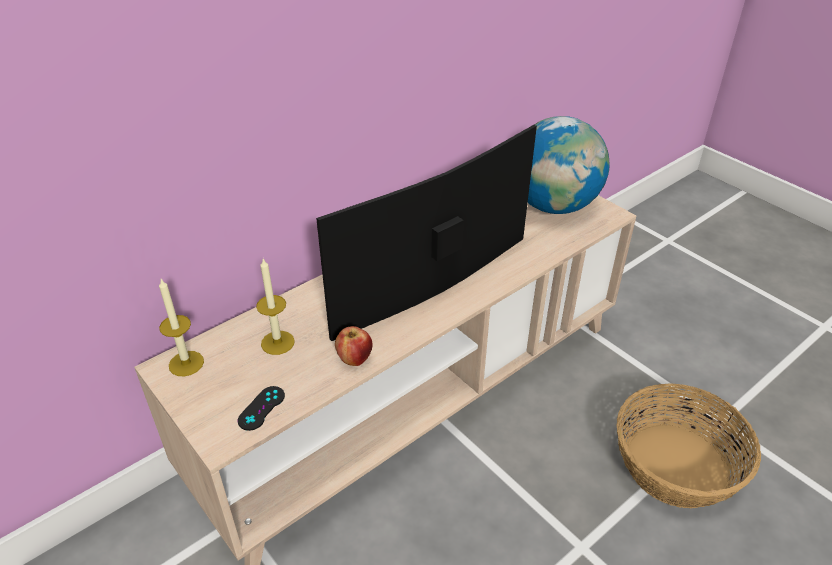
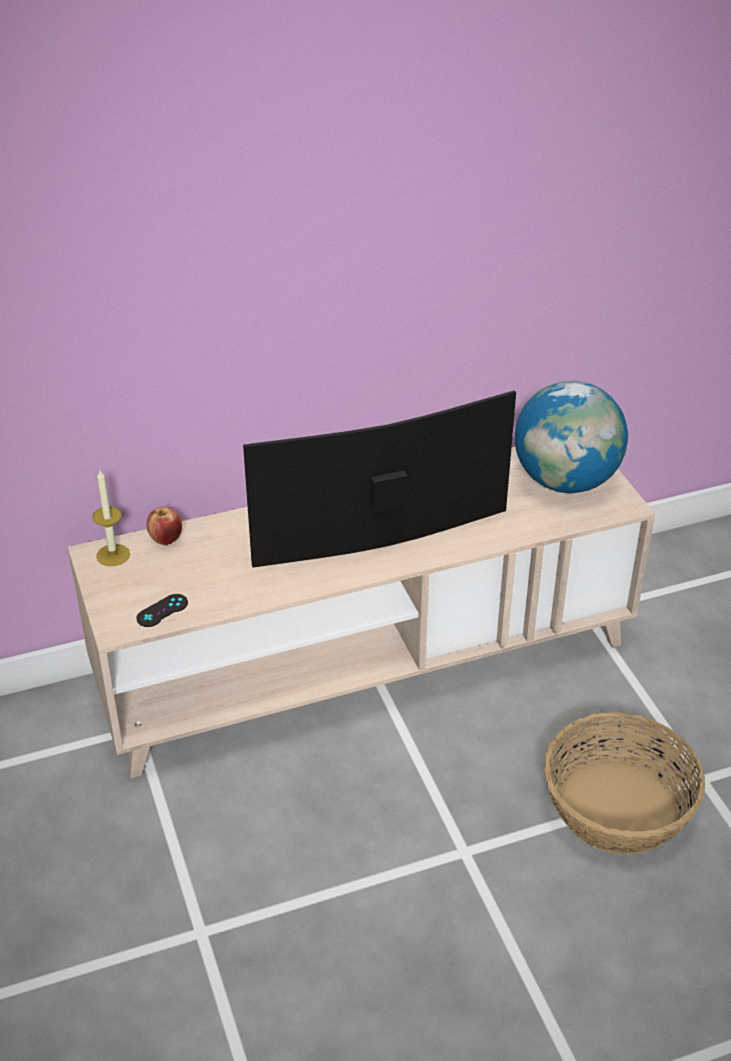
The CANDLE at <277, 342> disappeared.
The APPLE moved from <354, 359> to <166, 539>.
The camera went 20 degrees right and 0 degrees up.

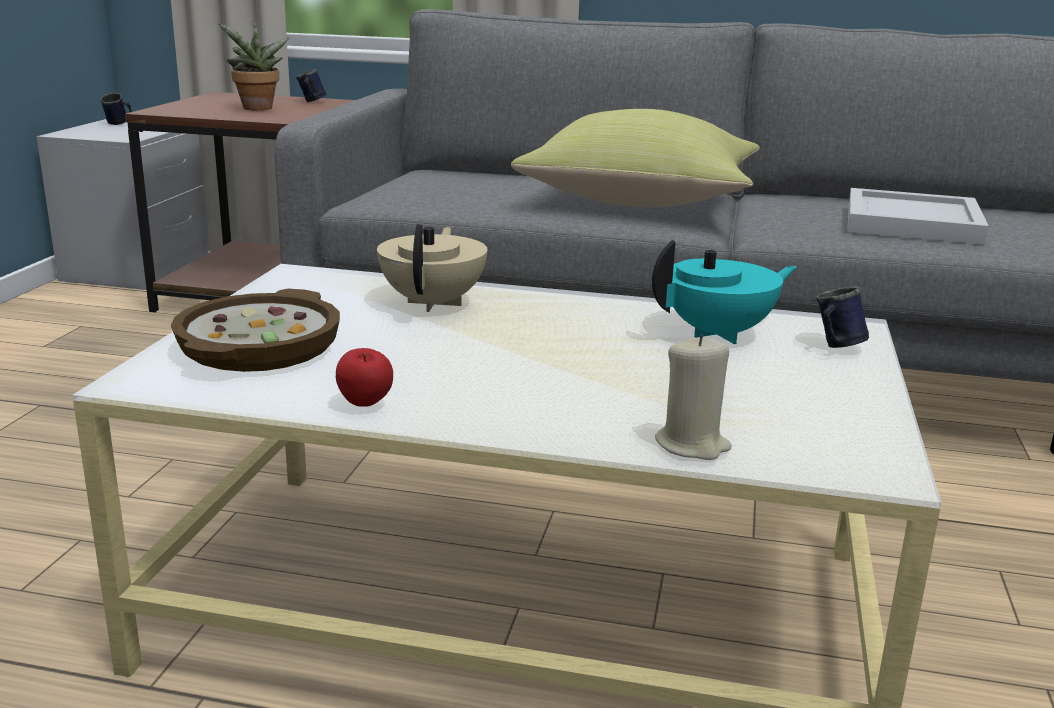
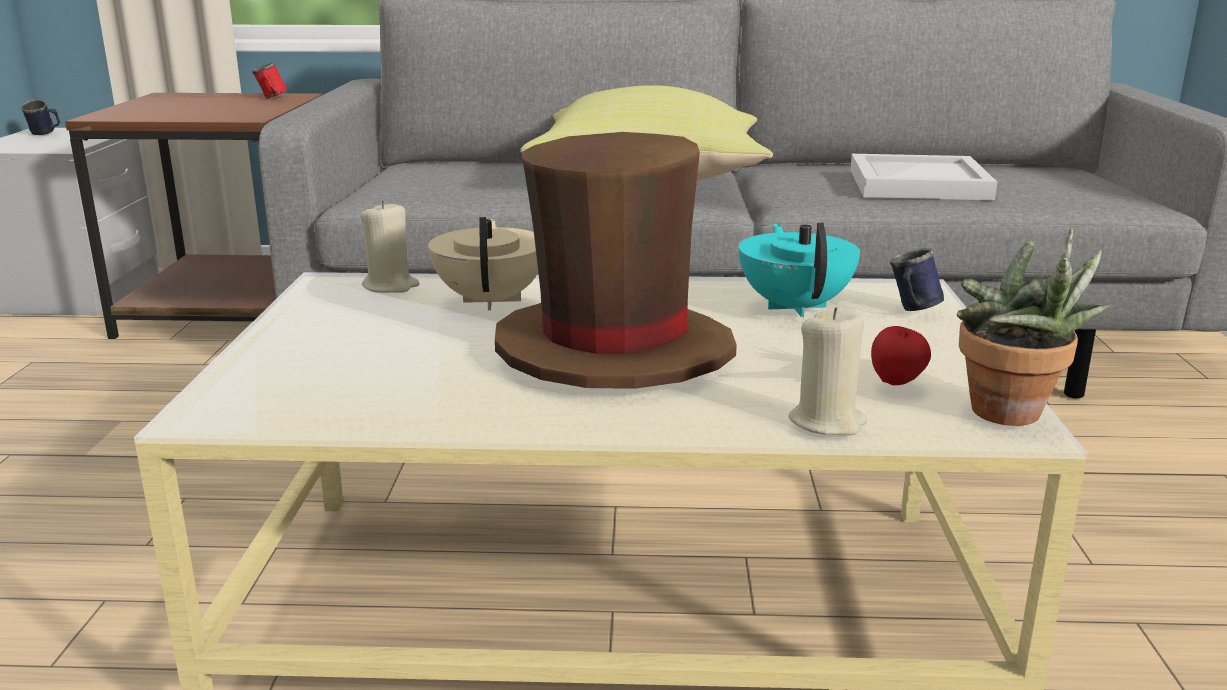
The DEEP DISH at <257, 348> disappeared.
The POTTED PLANT moved from <257, 109> to <1013, 416>.
The BLUE-COLOURED TEA MUG at <311, 102> became the REDDISH TEA MUG at <271, 98>.
The APPLE moved from <365, 405> to <897, 384>.
The TURQUOISE-COLOURED POT FOR TEA at <720, 333> turned 60 degrees counterclockwise.
The BEIGE-COLOURED CANDLE at <390, 286> appeared.
The BROWNISH HAT at <613, 350> appeared.
The camera went 10 degrees left and 0 degrees up.

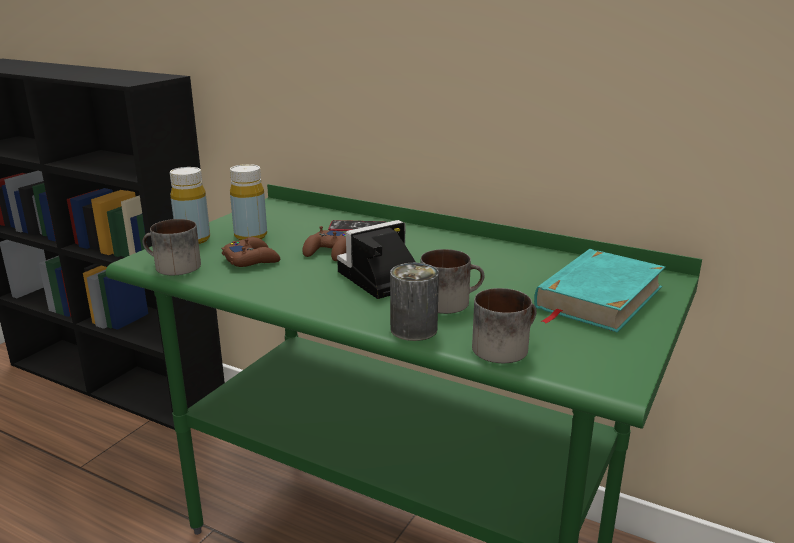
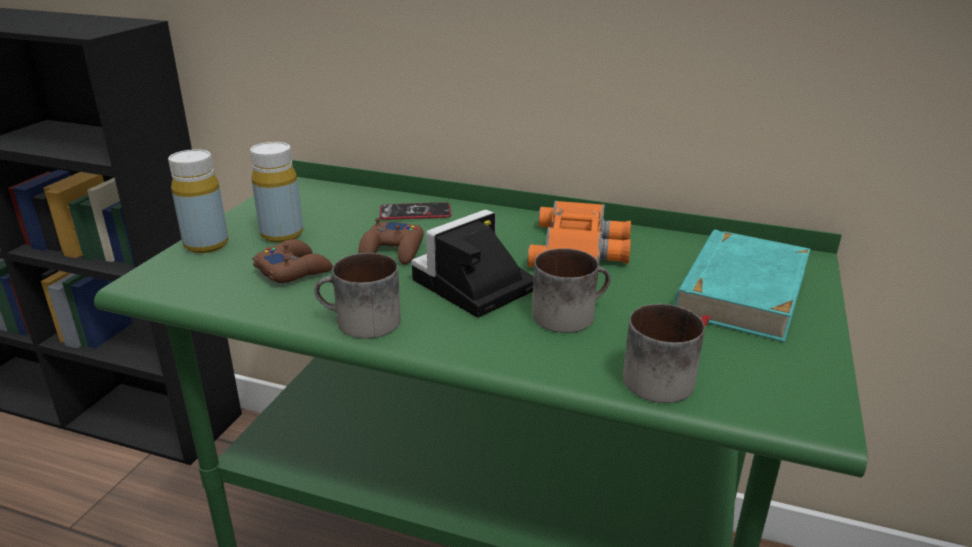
The TEA MUG moved from <171, 267> to <359, 323>.
The METAL CAN at <413, 329> disappeared.
The ORANGE-COLOURED PAIR OF BINOCULARS at <581, 249> appeared.
The camera went 10 degrees left and 5 degrees up.

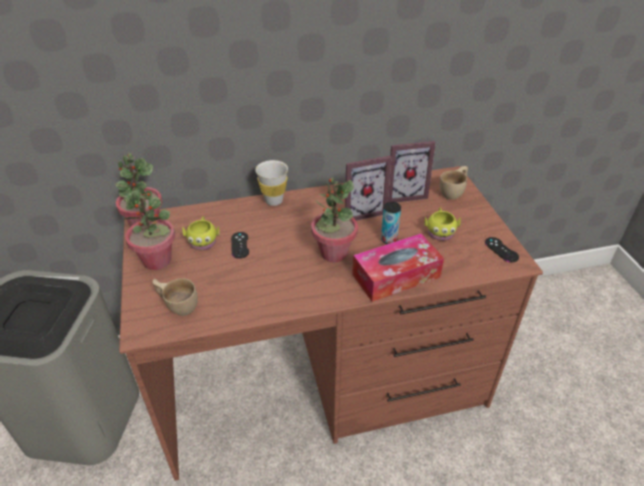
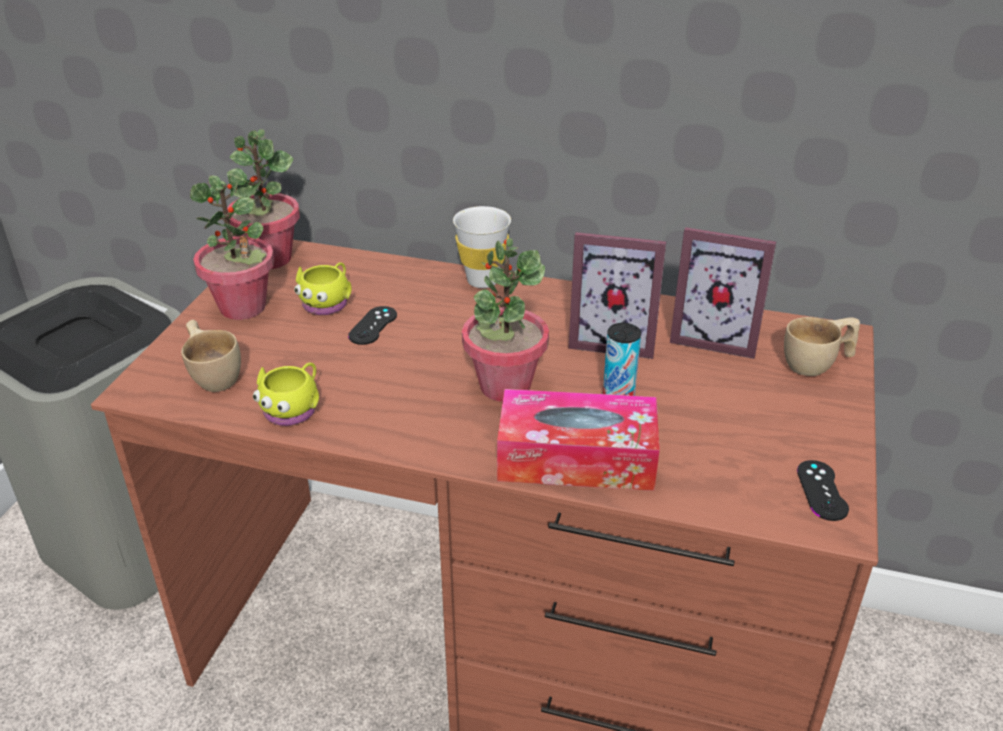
The YELLOW TEA MUG moved from <440, 231> to <293, 408>.
The camera went 30 degrees right and 5 degrees down.

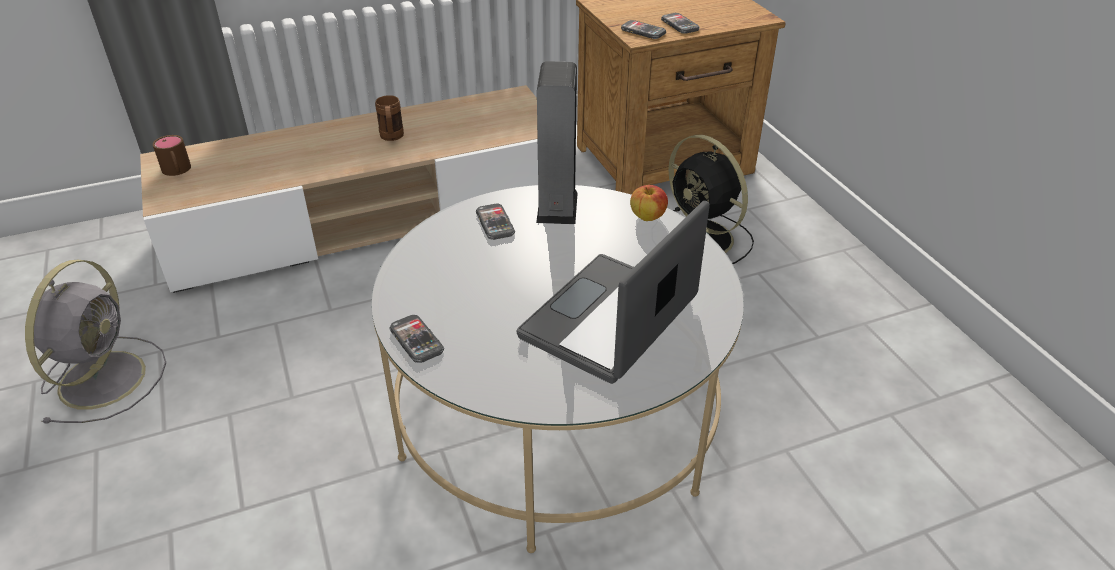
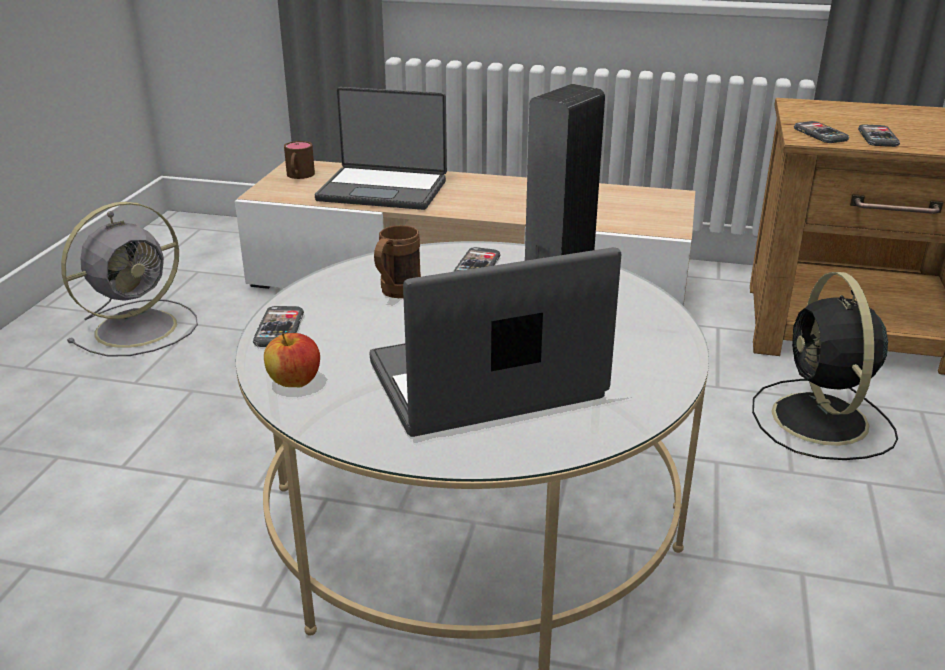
The BROWNISH TEA MUG moved from <391, 138> to <395, 294>.
The APPLE moved from <648, 217> to <294, 382>.
The PORTABLE COMPUTER at <383, 190> appeared.
The camera went 35 degrees right and 10 degrees down.

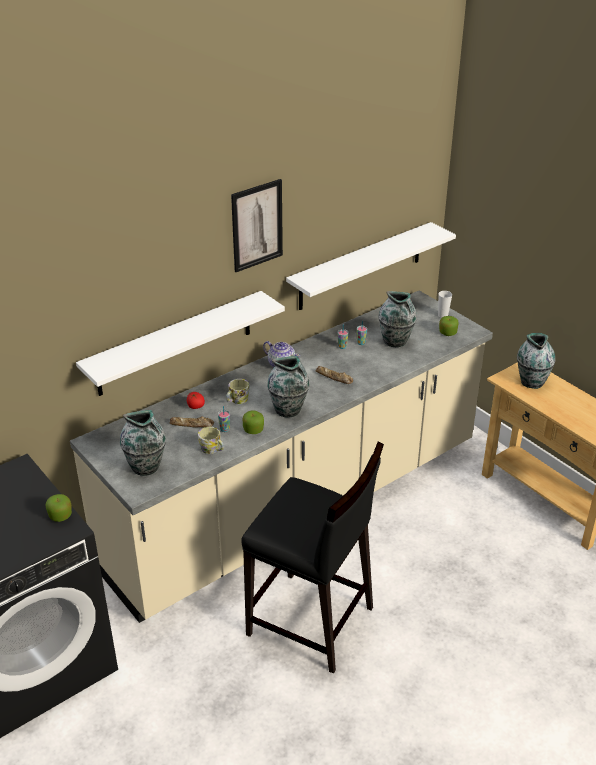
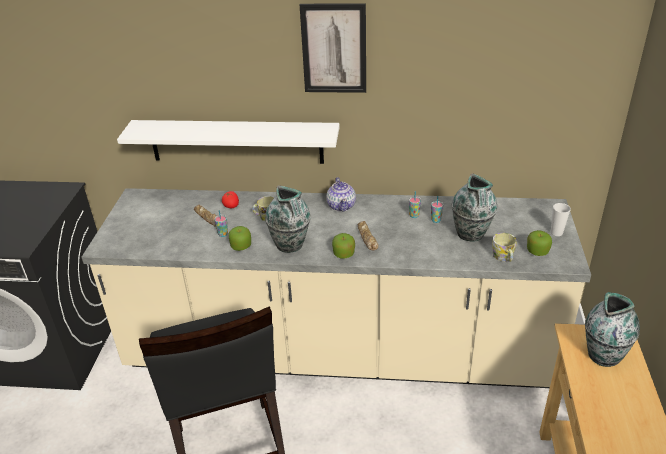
The APPLE moved from <60, 516> to <343, 254>.
The FLOWER VASE at <146, 467> disappeared.
The TEA MUG moved from <212, 449> to <504, 257>.
The WHITE-COLOURED WALL SHELF at <361, 266> disappeared.
The camera went 45 degrees right and 0 degrees up.

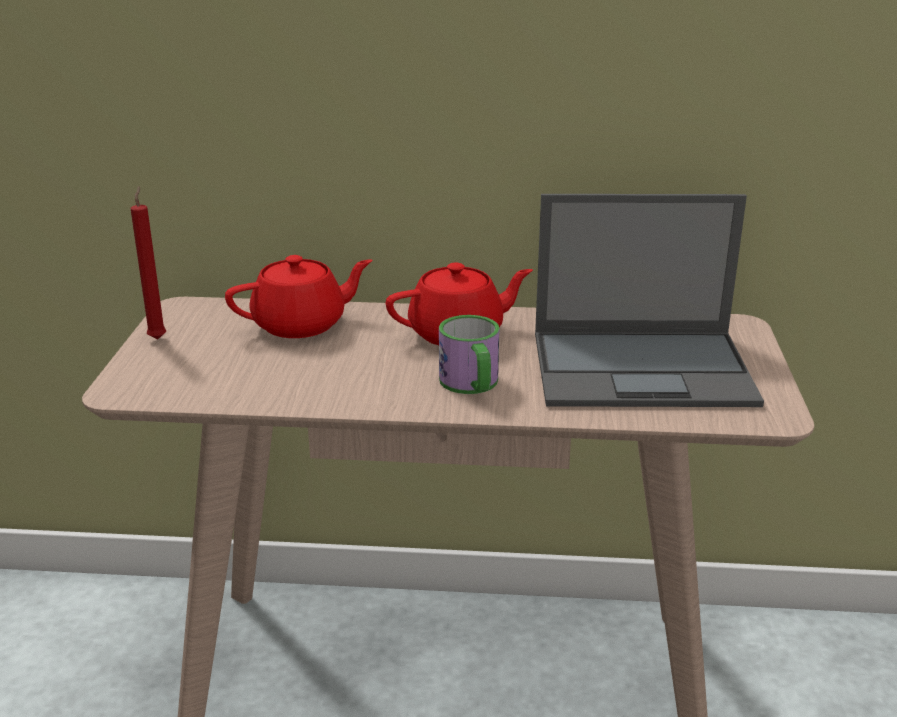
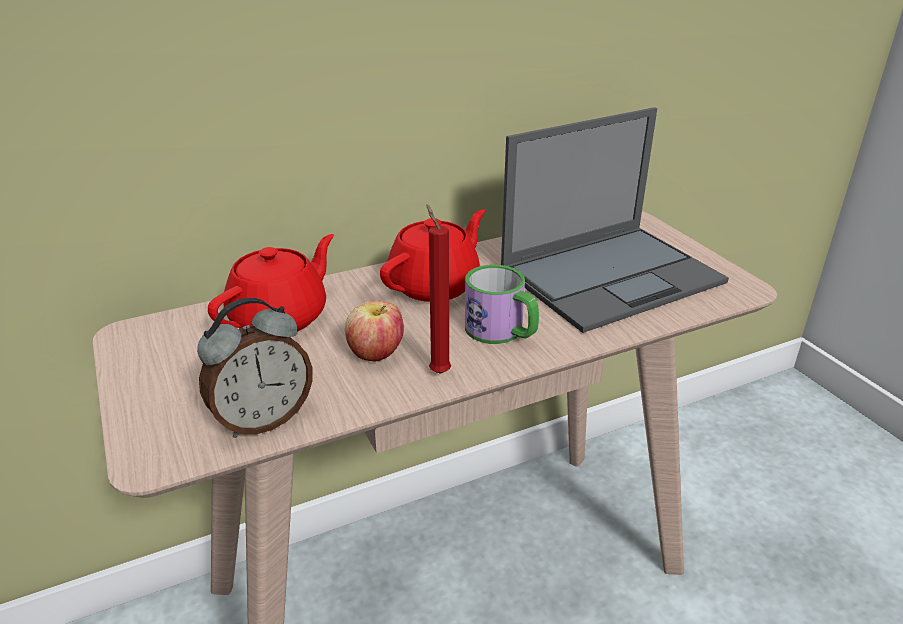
The REDDISH CANDLE moved from <158, 338> to <438, 371>.
The ALARM CLOCK at <263, 419> appeared.
The APPLE at <376, 354> appeared.
The camera went 30 degrees left and 5 degrees up.

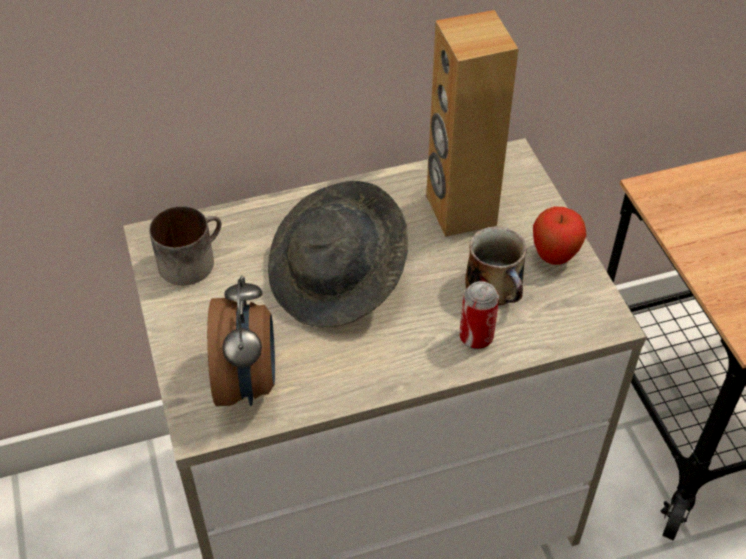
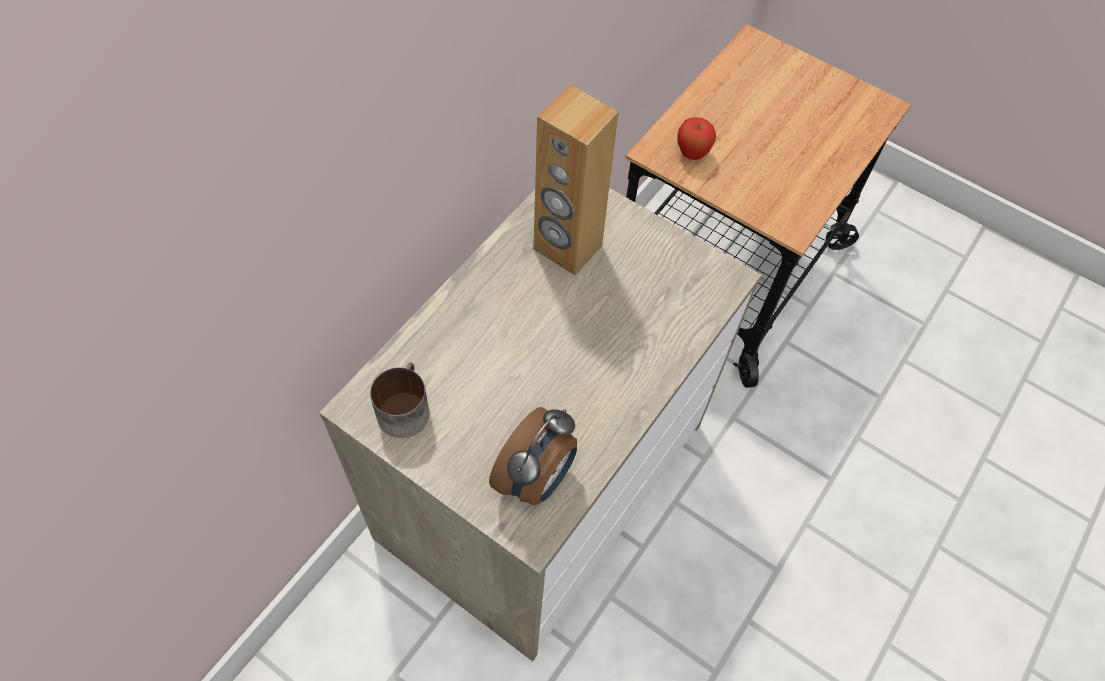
The ALARM CLOCK at <248, 382> turned 75 degrees clockwise.
The GRAY HAT at <338, 279> disappeared.
The METAL CAN at <476, 337> disappeared.
The TEA MUG at <496, 287> disappeared.
The APPLE moved from <554, 256> to <692, 154>.
The camera went 40 degrees left and 10 degrees up.

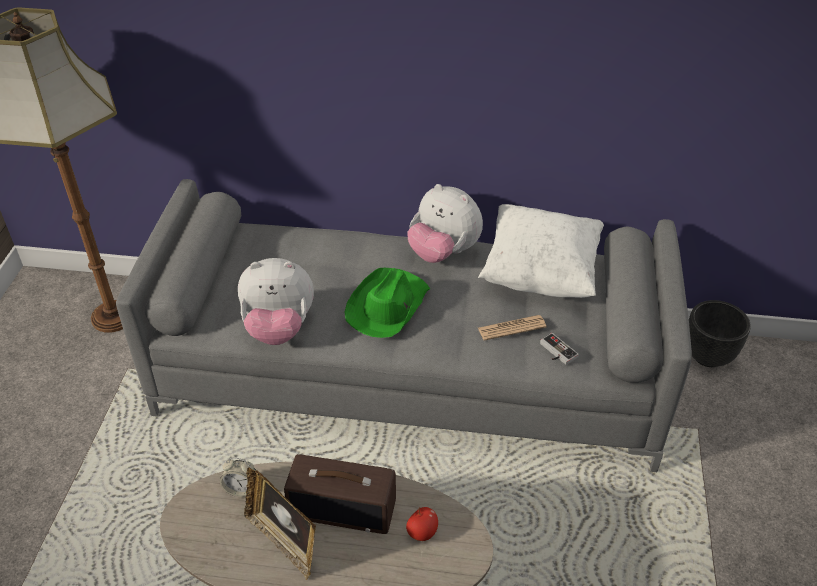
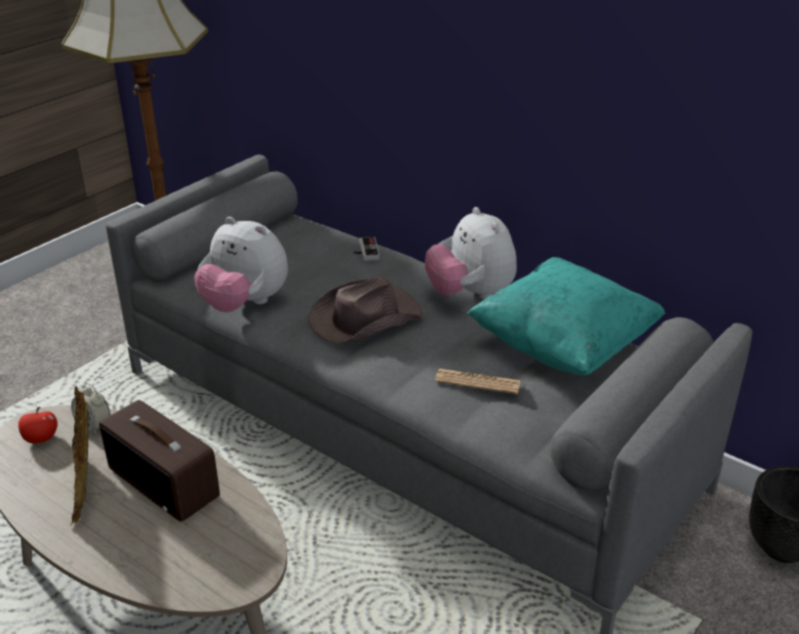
The GREEN HAT at <387, 305> became the BROWNISH HAT at <364, 318>.
The APPLE moved from <422, 532> to <41, 439>.
The WHITE-COLOURED CUSHION at <540, 273> became the TURQUOISE-COLOURED CUSHION at <563, 346>.
The GAME CONTROLLER moved from <555, 352> to <365, 251>.
The camera went 30 degrees right and 10 degrees down.

